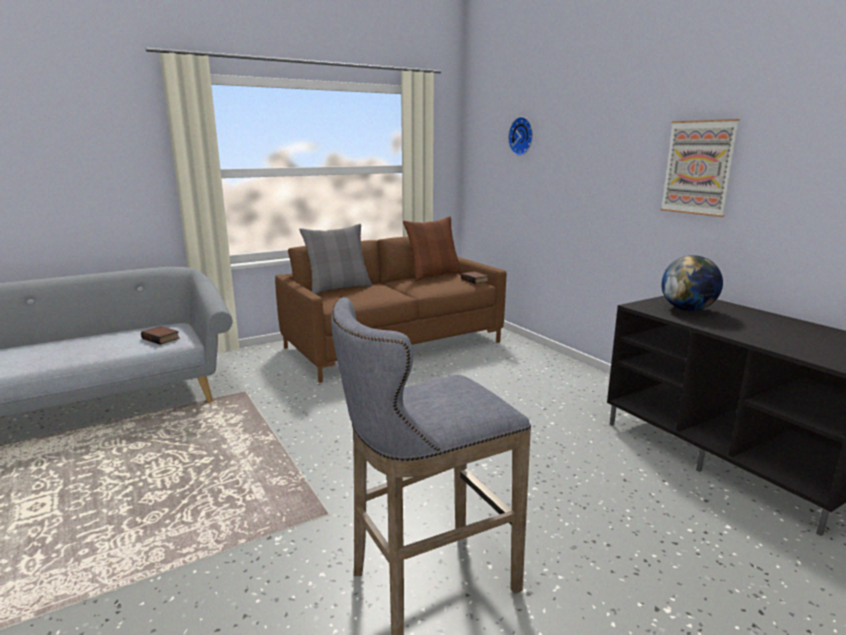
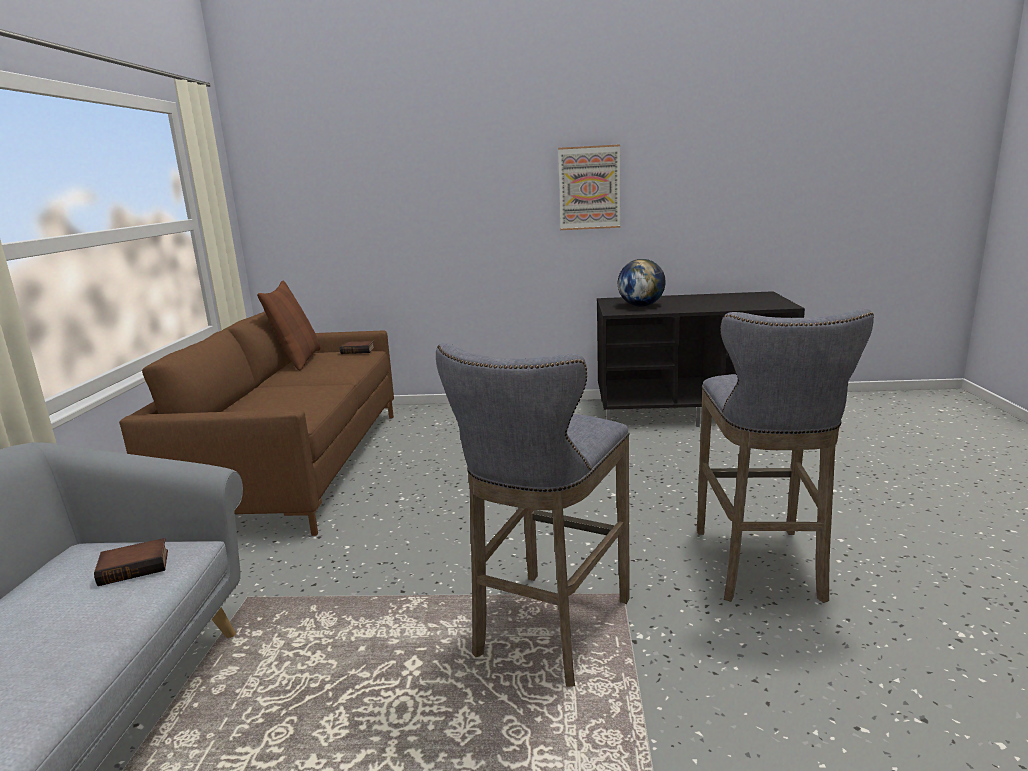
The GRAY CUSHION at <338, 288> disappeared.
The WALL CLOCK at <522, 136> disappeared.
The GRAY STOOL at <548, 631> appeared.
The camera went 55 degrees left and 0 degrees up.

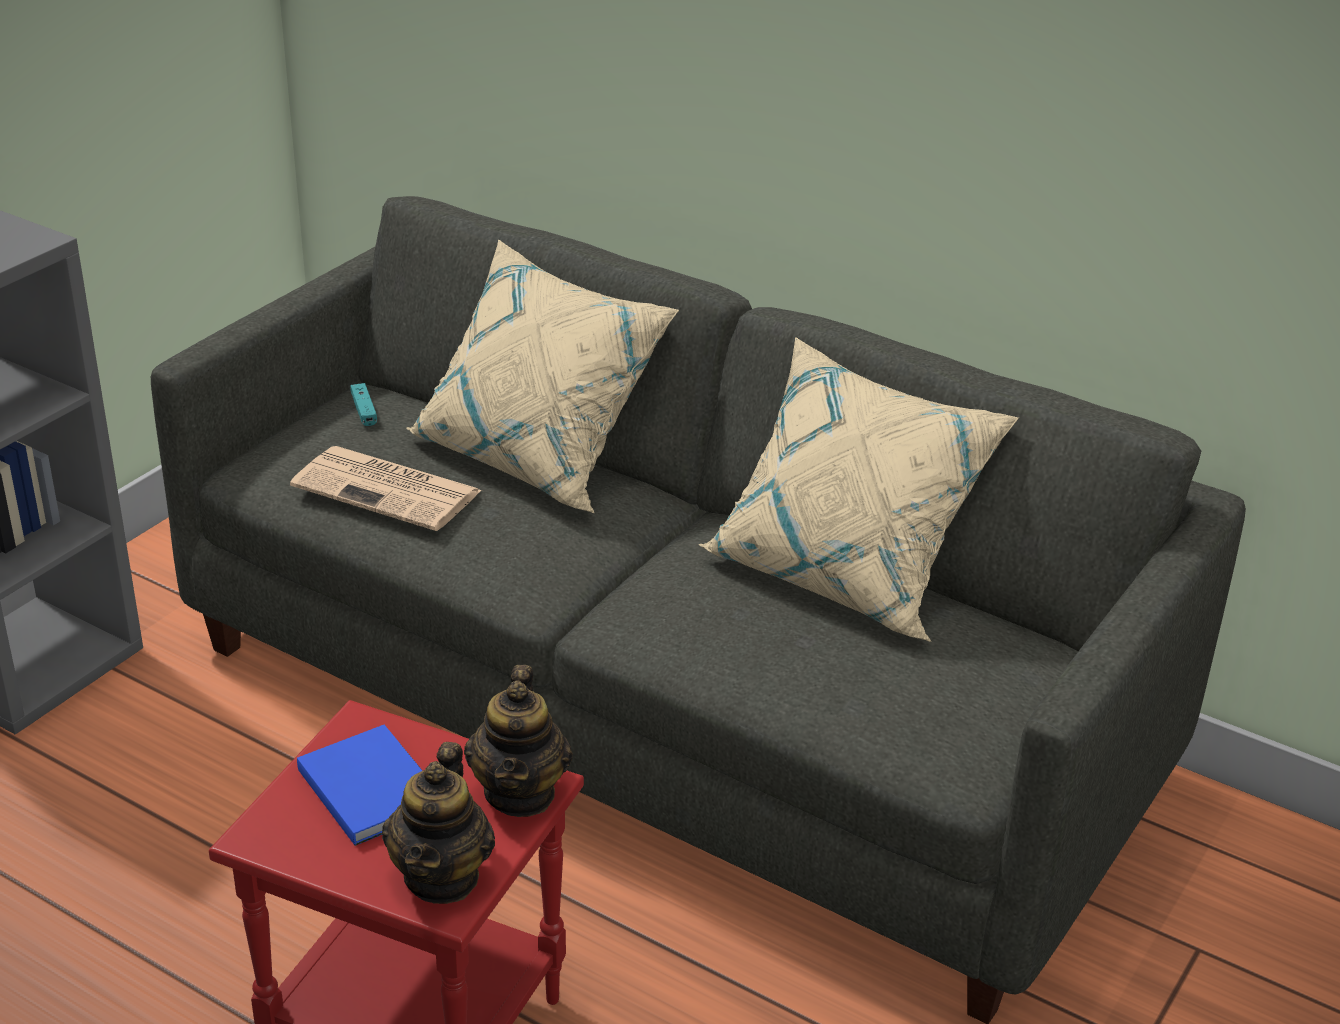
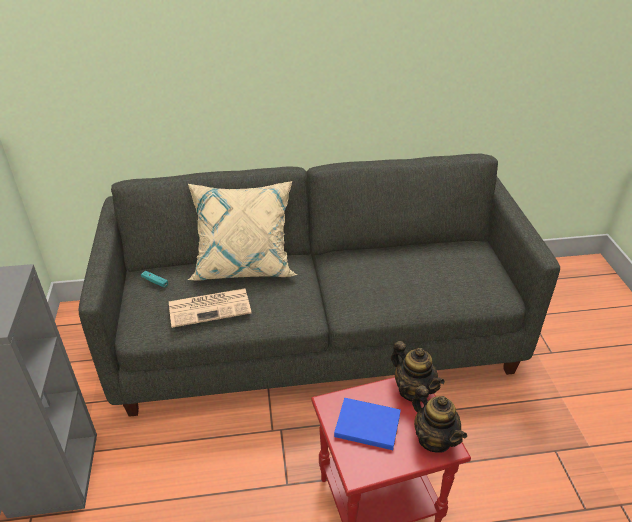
The BEIGE-COLOURED CUSHION at <845, 573> disappeared.
The camera went 40 degrees left and 5 degrees up.

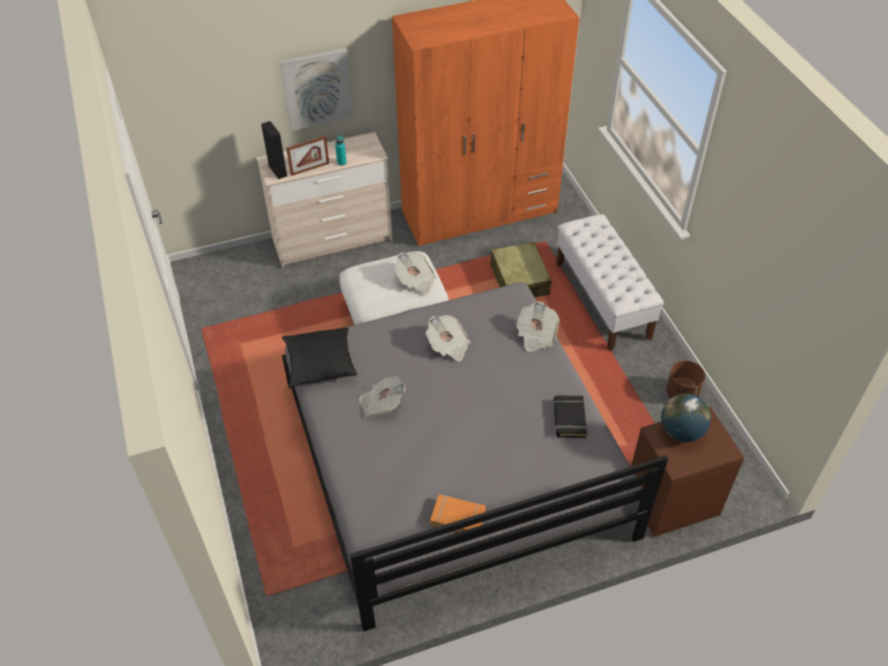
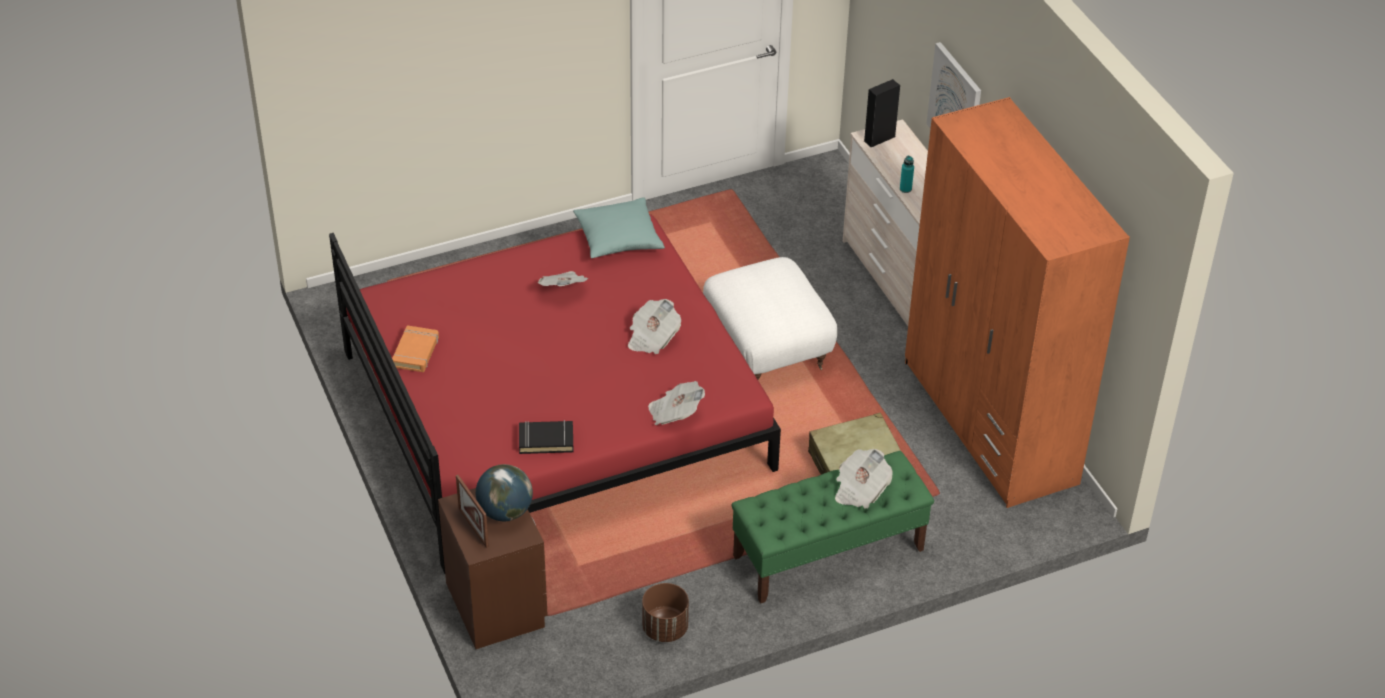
The GRAY BED at <453, 458> became the REDDISH BED at <554, 409>.
The BLACKISH CUSHION at <320, 364> became the TURQUOISE-COLOURED CUSHION at <618, 239>.
The STANDING FRAME moved from <310, 169> to <473, 527>.
The DAILY PAPER moved from <416, 280> to <860, 490>.
The WHITE-COLOURED LONG SEAT at <602, 300> became the GREEN LONG SEAT at <828, 553>.
The camera went 85 degrees right and 5 degrees down.

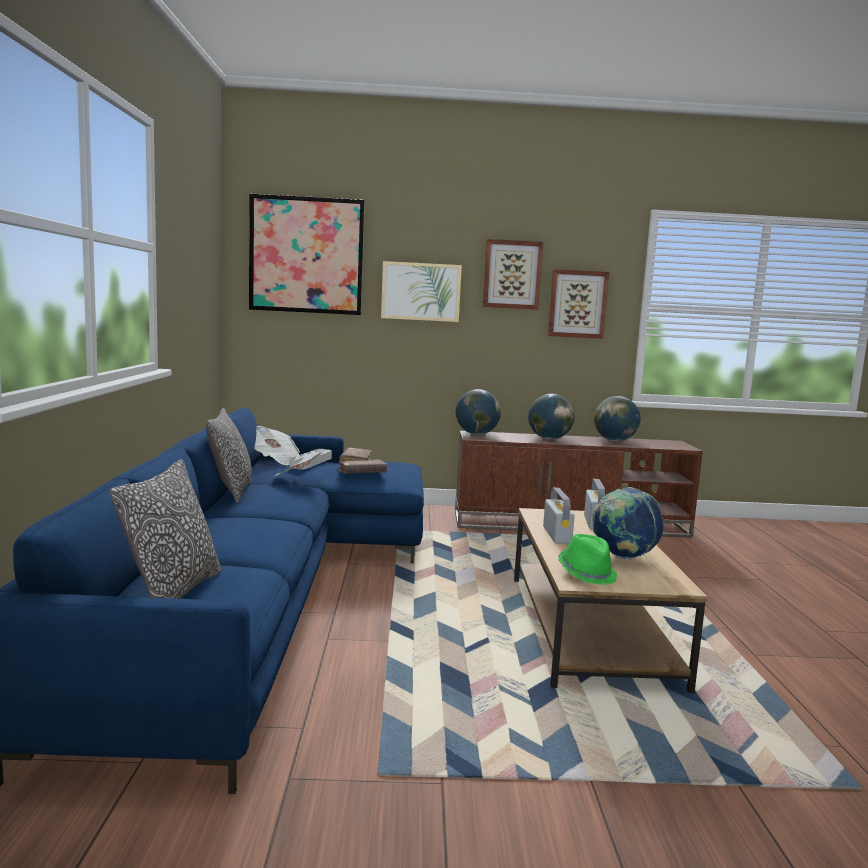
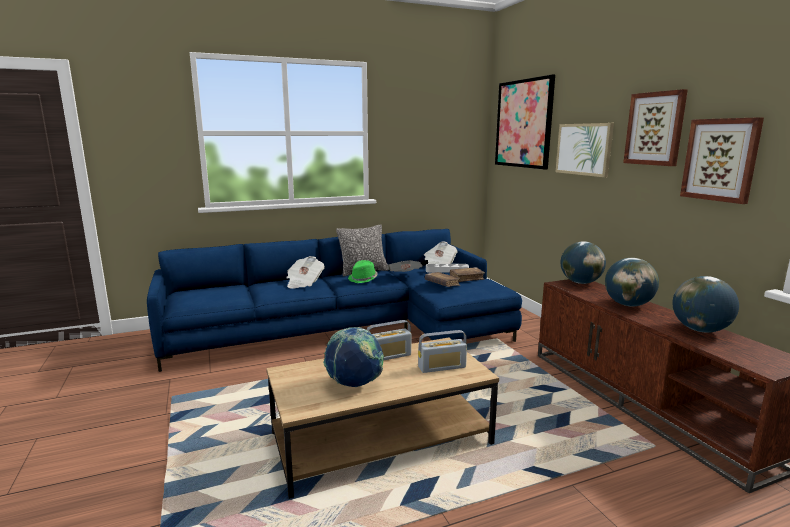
The CUSHION at <173, 593> disappeared.
The GREEN HAT moved from <587, 573> to <363, 279>.
The DAILY PAPER at <304, 283> appeared.
The camera went 70 degrees right and 5 degrees up.

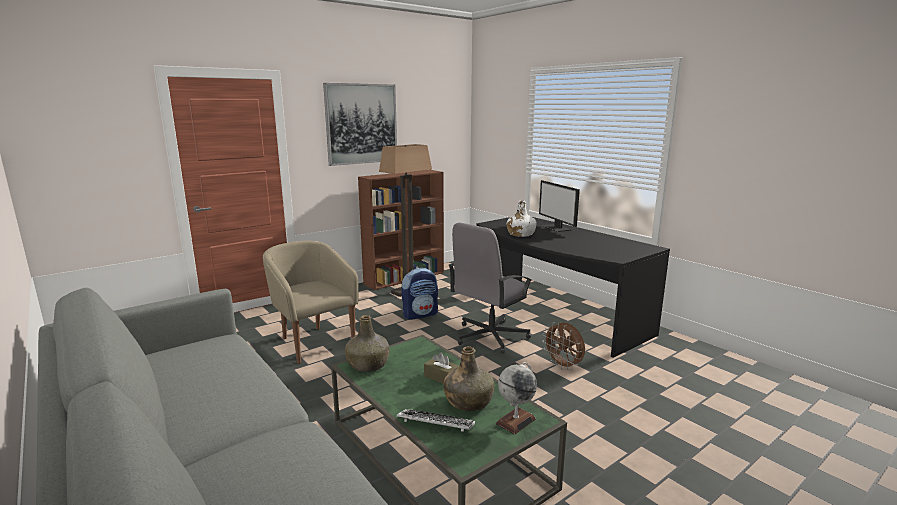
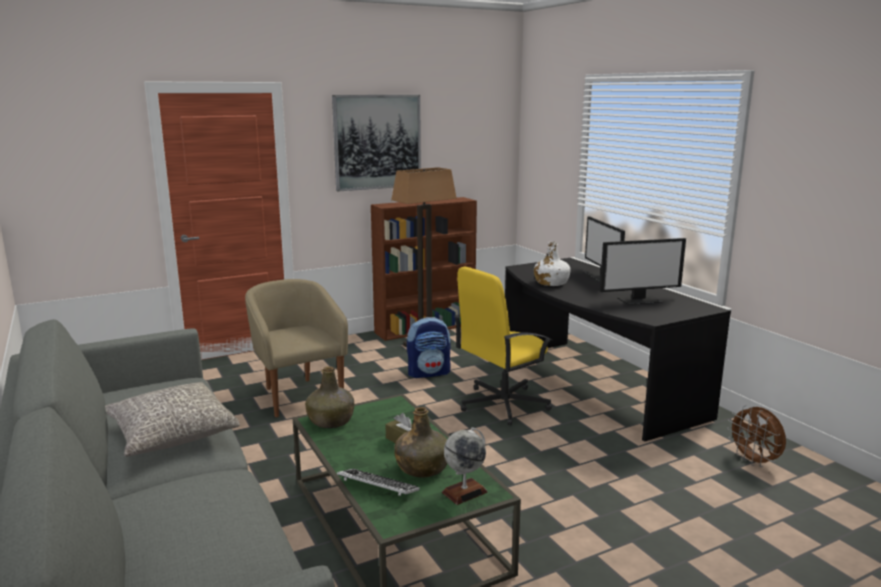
The GRAY OFFICE CHAIR at <490, 336> became the YELLOW OFFICE CHAIR at <502, 404>.
The BROWNISH ELECTRIC FAN moved from <563, 366> to <754, 461>.
The GRAY CUSHION at <171, 433> appeared.
The COMPUTER SCREEN at <639, 299> appeared.
The camera went 10 degrees right and 0 degrees up.

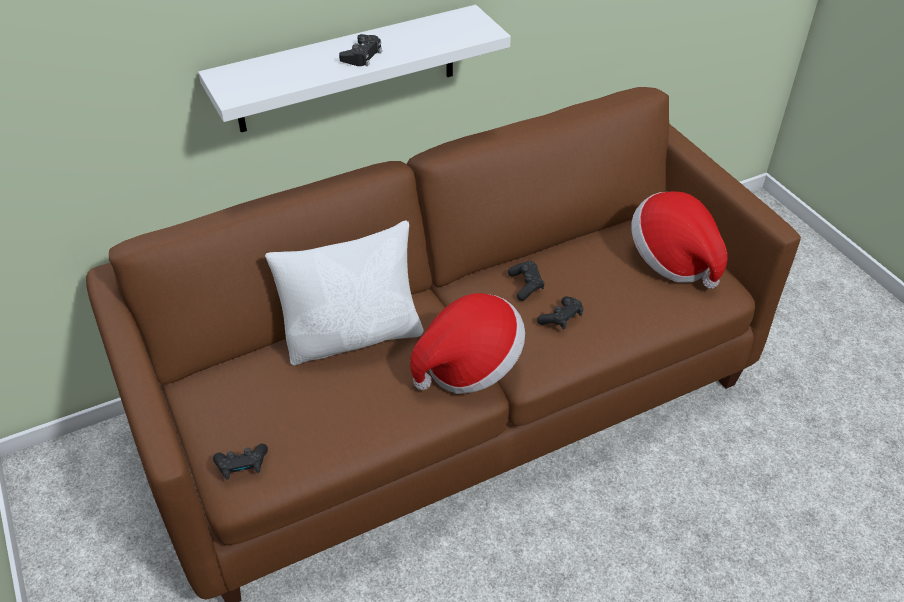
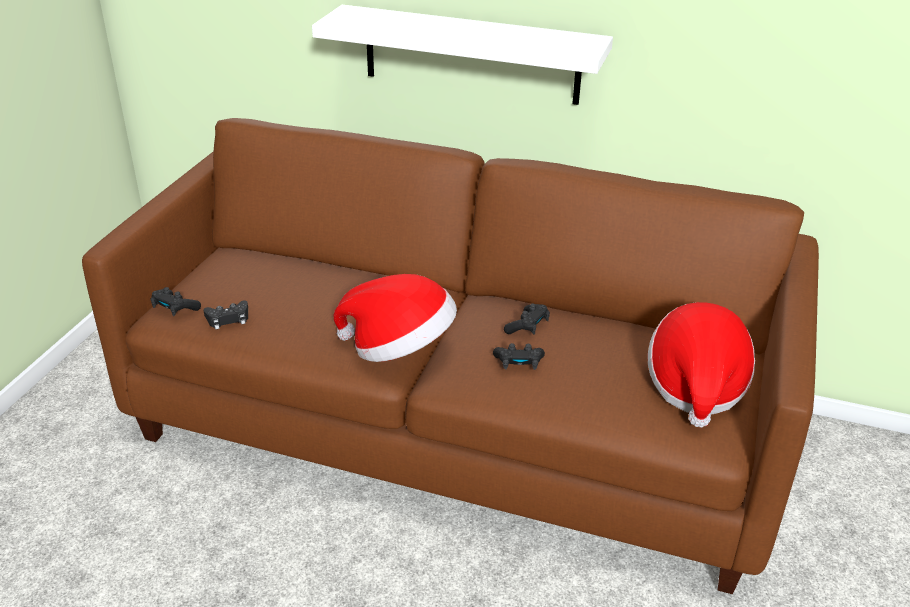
The WHITE-COLOURED CUSHION at <354, 336> disappeared.
The BLACKISH GAME CONTROLLER moved from <362, 55> to <228, 319>.
The camera went 45 degrees right and 10 degrees down.

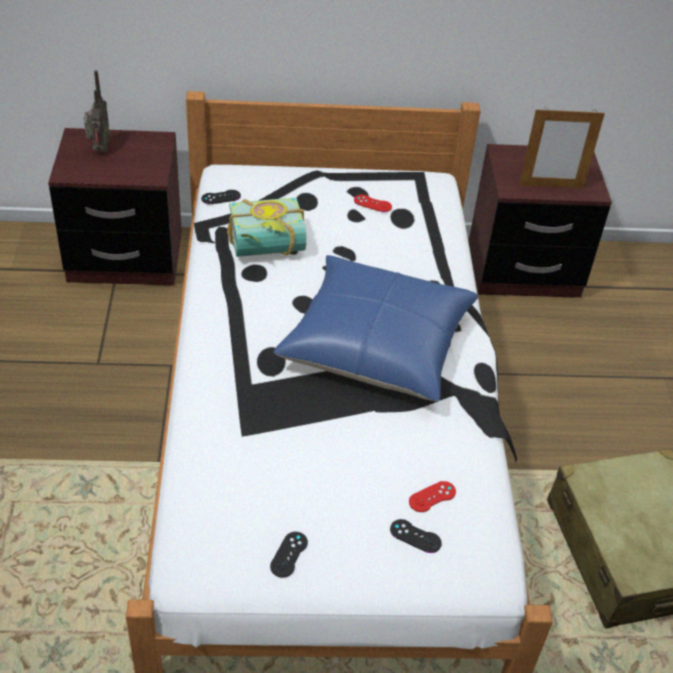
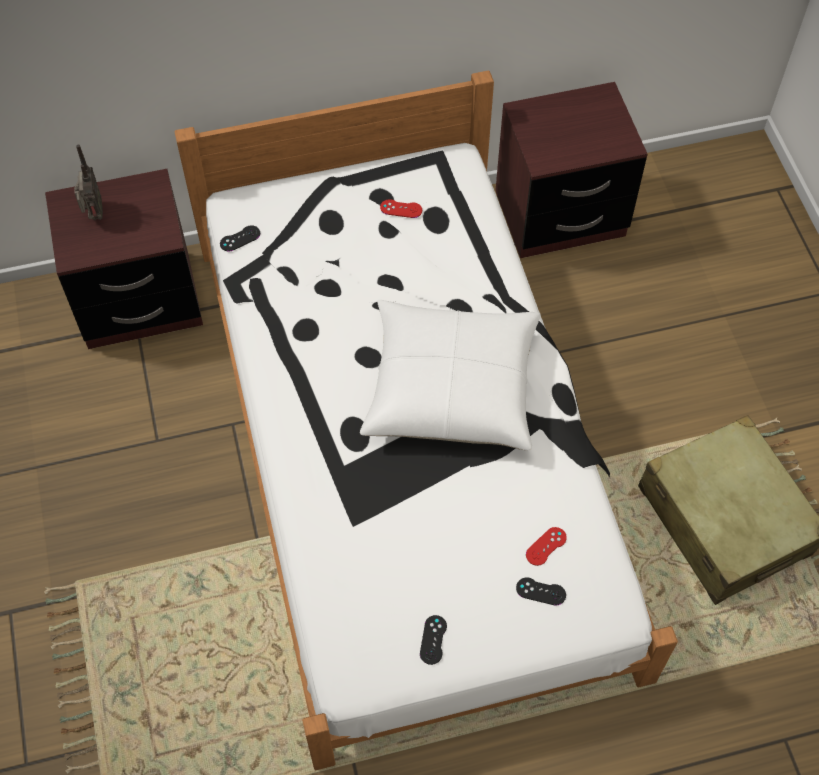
The BOOK at <268, 249> disappeared.
The BLUE-COLOURED CUSHION at <376, 344> became the WHITE-COLOURED CUSHION at <451, 387>.
The STANDING FRAME at <551, 186> disappeared.
The camera went 10 degrees left and 15 degrees up.

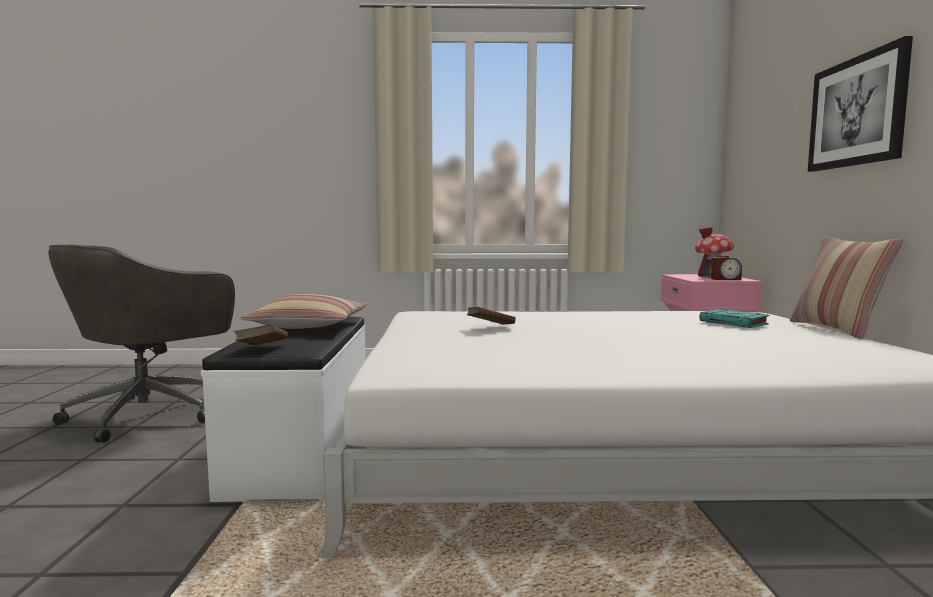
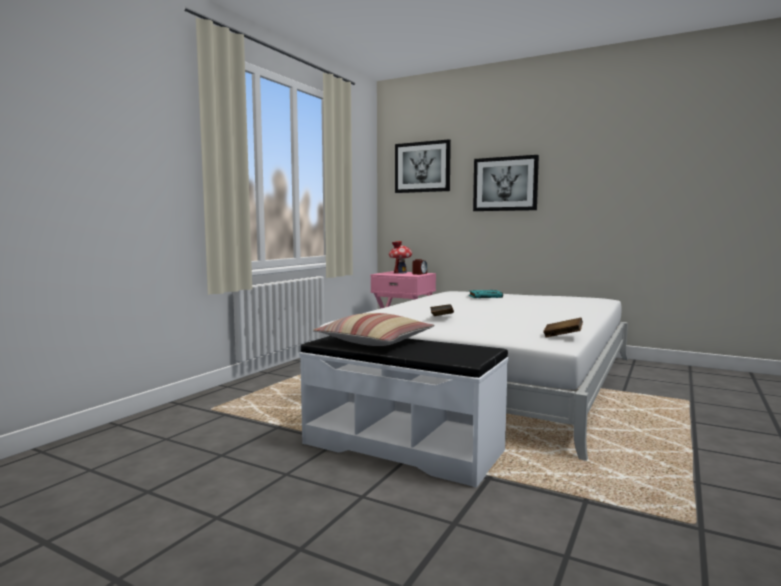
The GRAY OFFICE CHAIR at <150, 414> disappeared.
The BROWNISH BOOK moved from <262, 349> to <562, 337>.
The CUSHION at <836, 329> disappeared.
The WALL ART at <422, 167> appeared.
The camera went 60 degrees left and 0 degrees up.

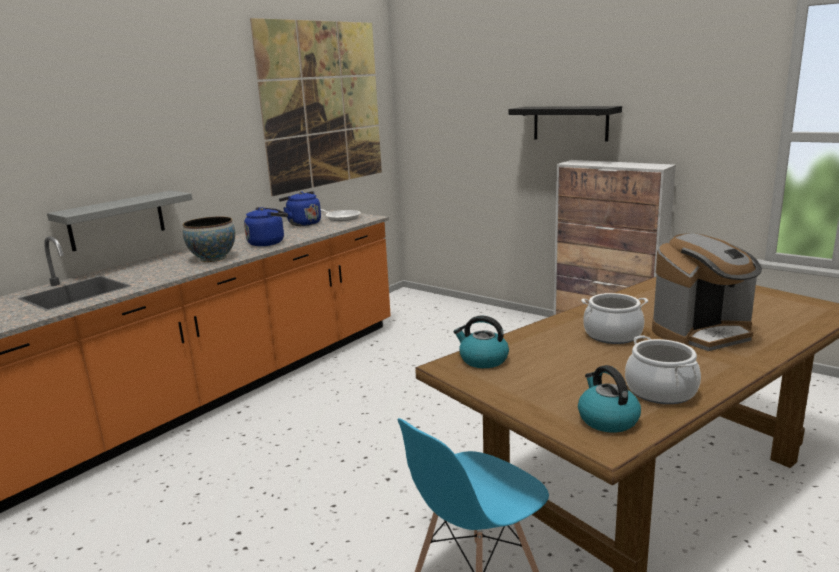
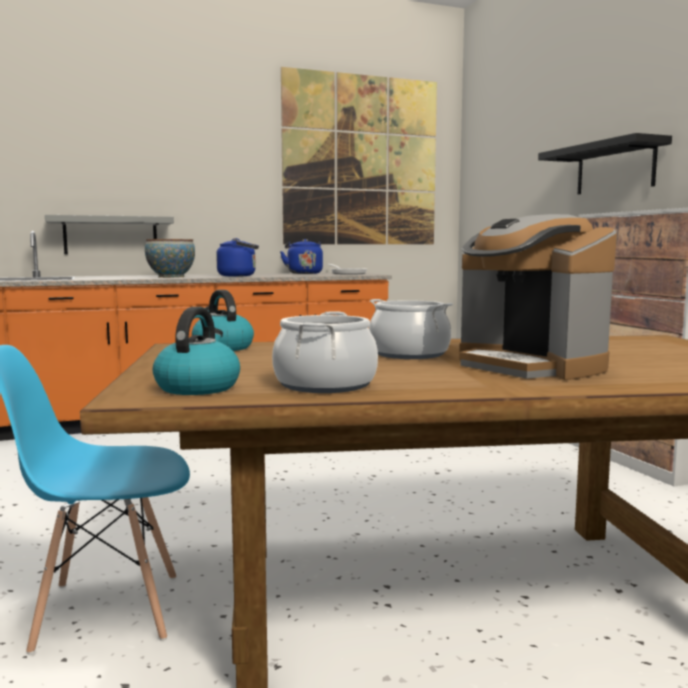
The COFFEE BREWER at <702, 333> turned 45 degrees clockwise.
The camera went 30 degrees right and 10 degrees down.

